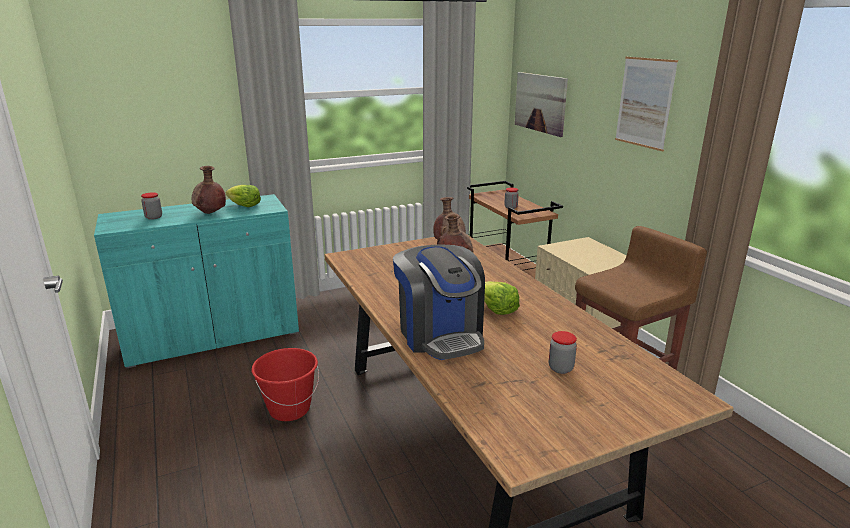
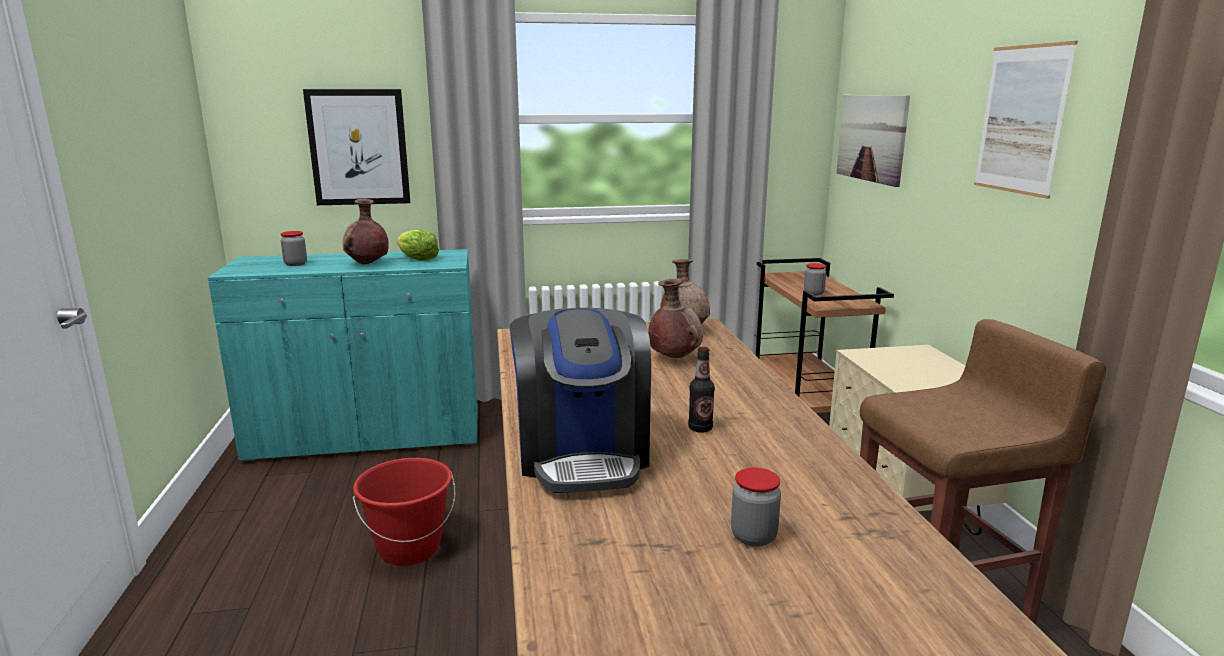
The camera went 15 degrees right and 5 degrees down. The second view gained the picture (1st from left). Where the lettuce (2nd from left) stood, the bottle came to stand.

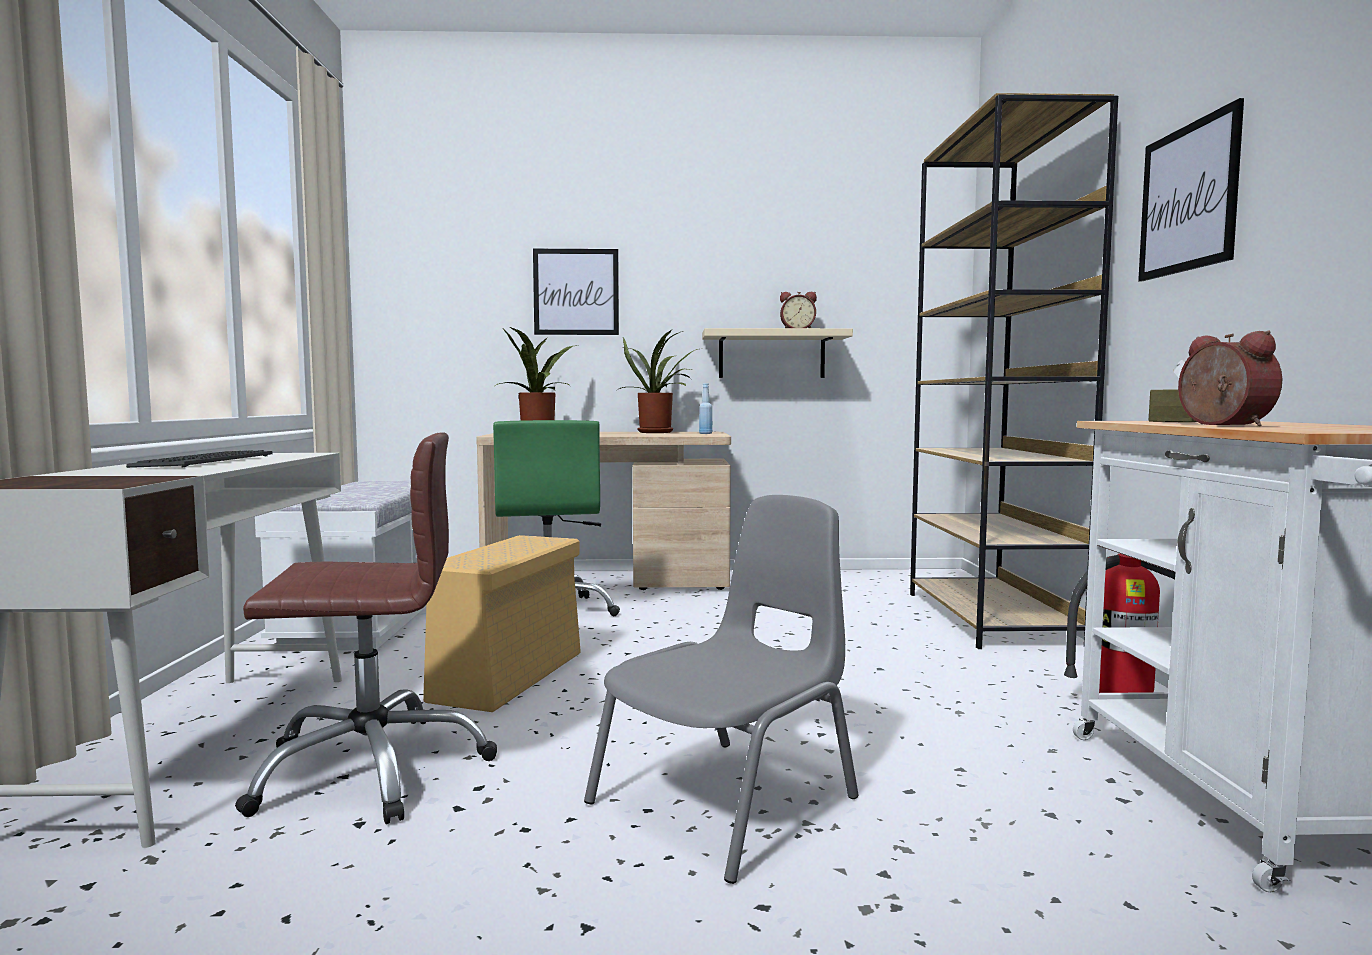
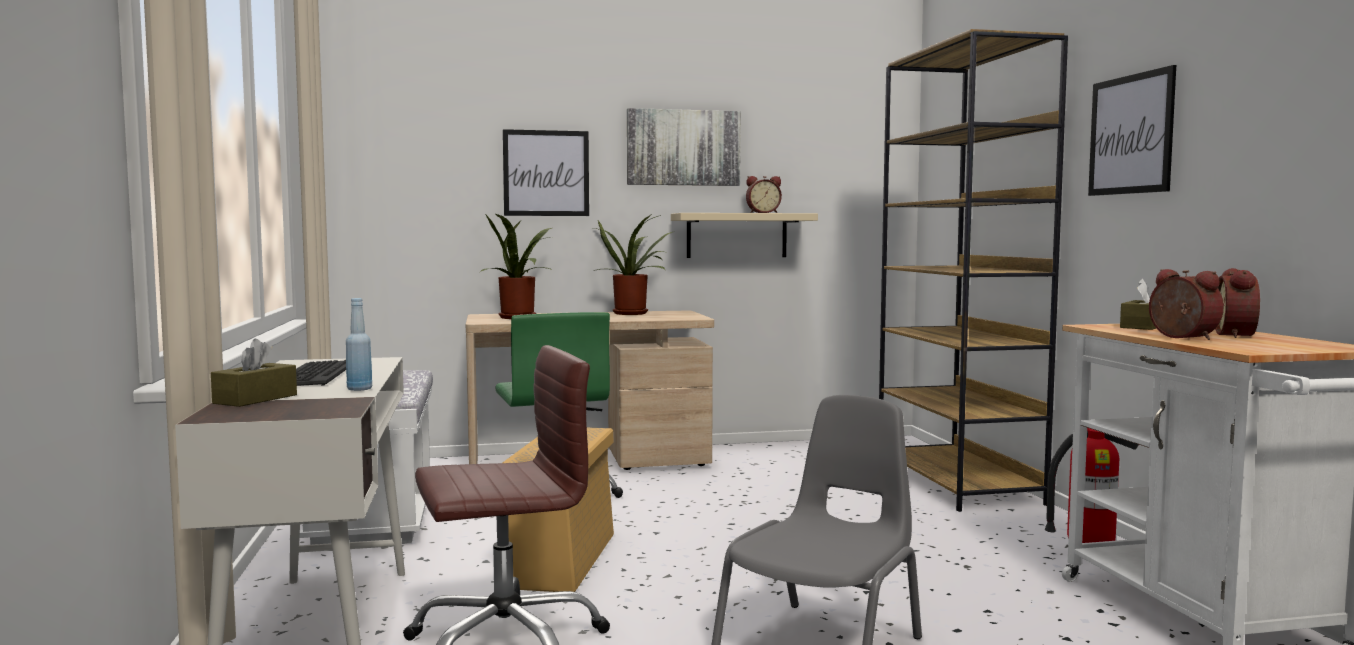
The camera went 10 degrees left and 0 degrees up. The second view gained the tissue box (brown) (1st from left). The bottle (blue) ended up elsewhere. The second view gained the picture (2nd from left). The second view gained the alarm clock (3rd from left).

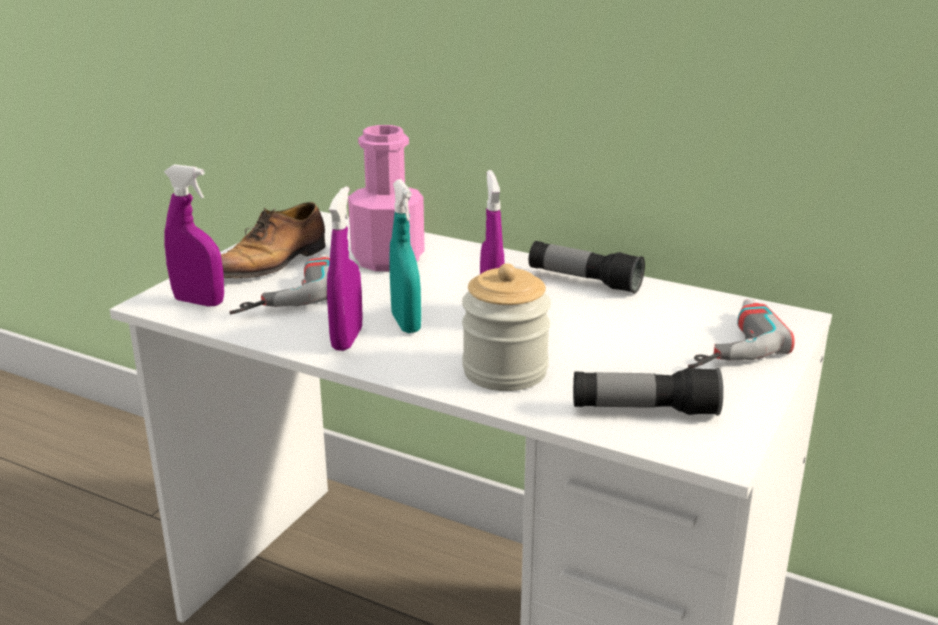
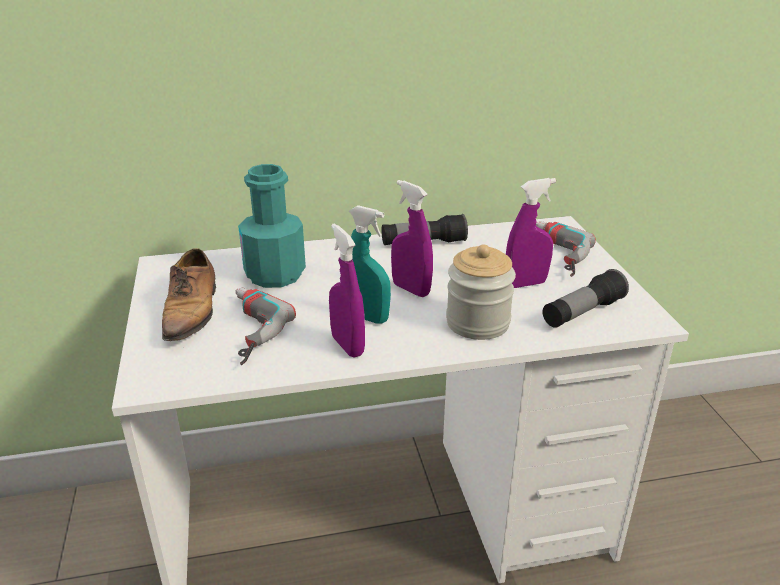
The camera went 40 degrees left and 5 degrees up. What was the bottle (pink) turned into the bottle (turquoise). The spray bottle (purple) (1st from left in the first image) ended up elsewhere.

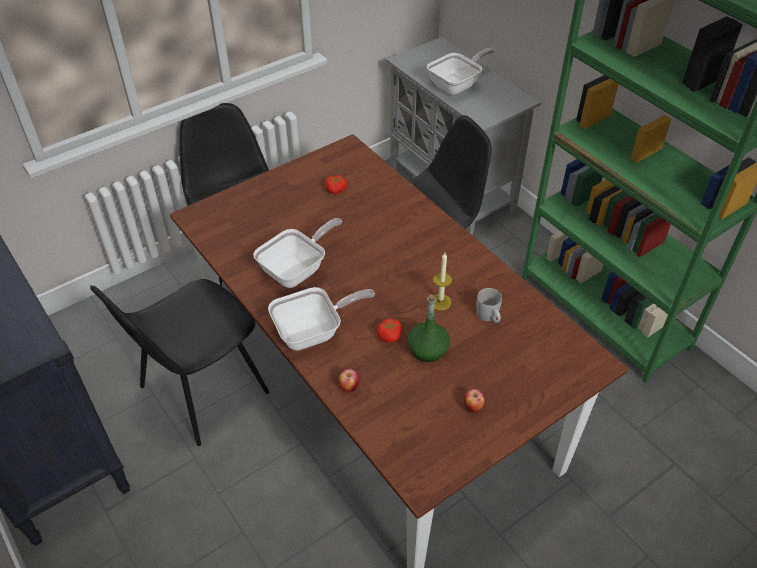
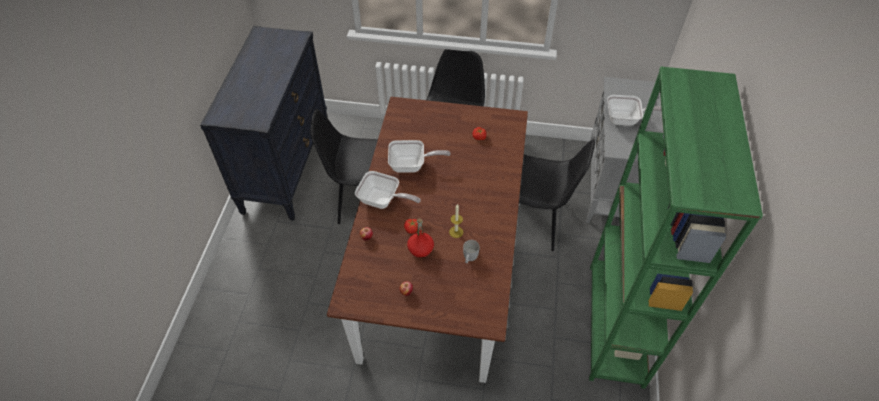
The camera went 45 degrees right and 5 degrees up. What was the bottle (green) turned into the bottle (red).

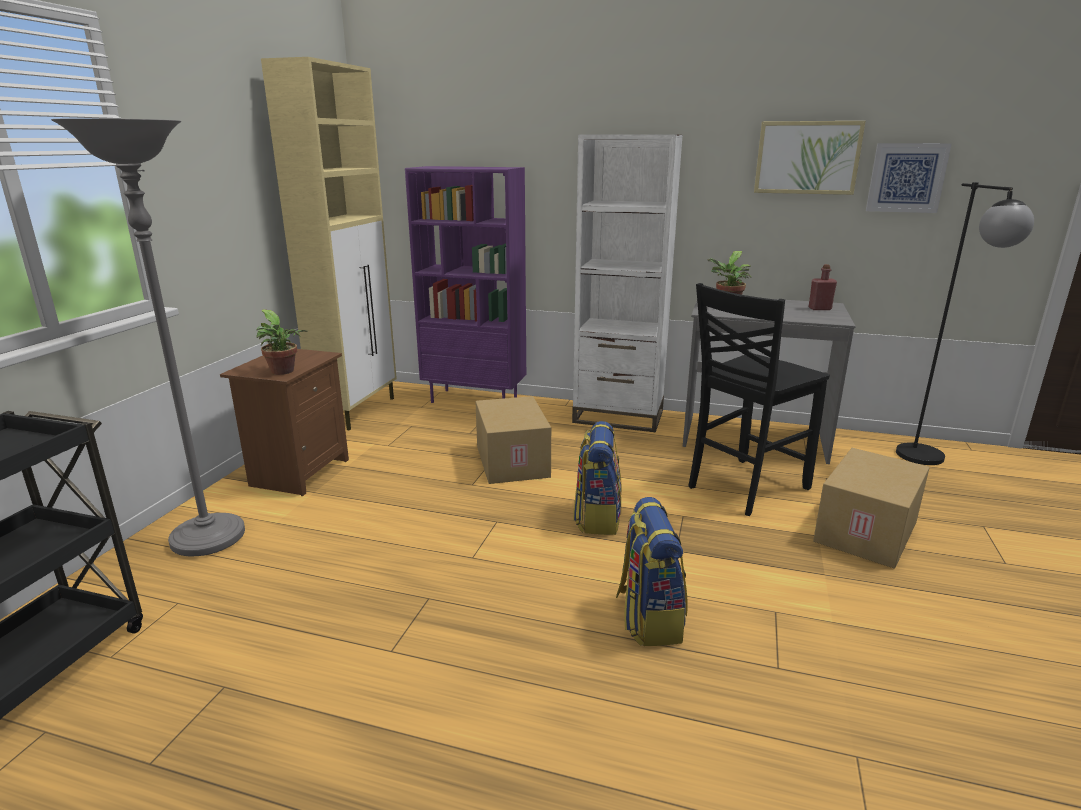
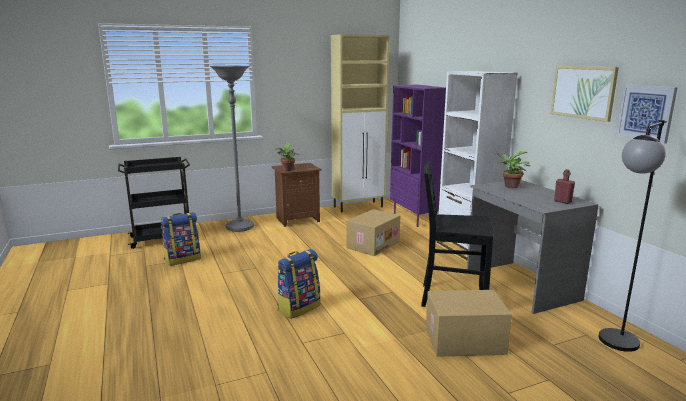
The camera went 50 degrees right and 5 degrees down. The backpack (1st from left) ended up elsewhere.

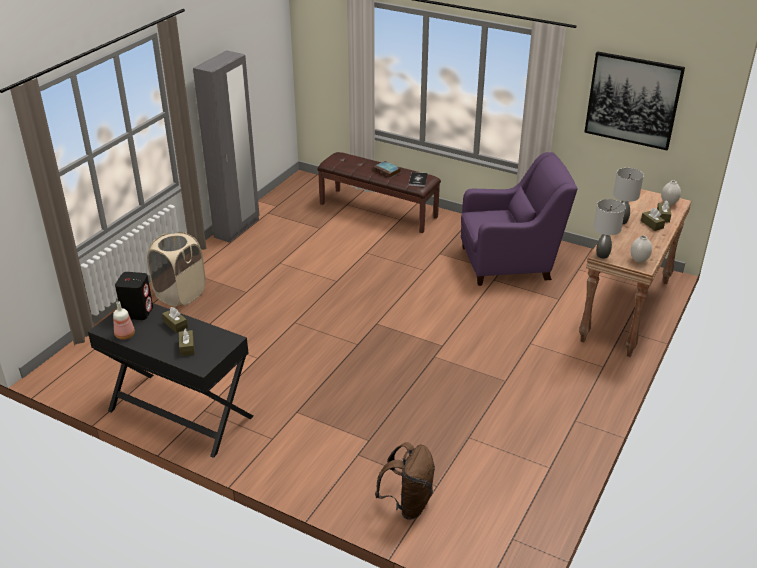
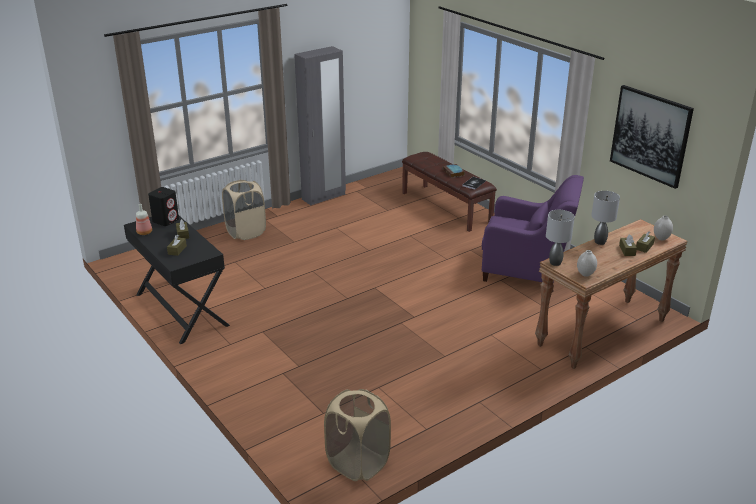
The camera went 25 degrees right and 5 degrees down. The second view gained the laundry basket (beige) (2nd from left). The second view lost the backpack (brown).

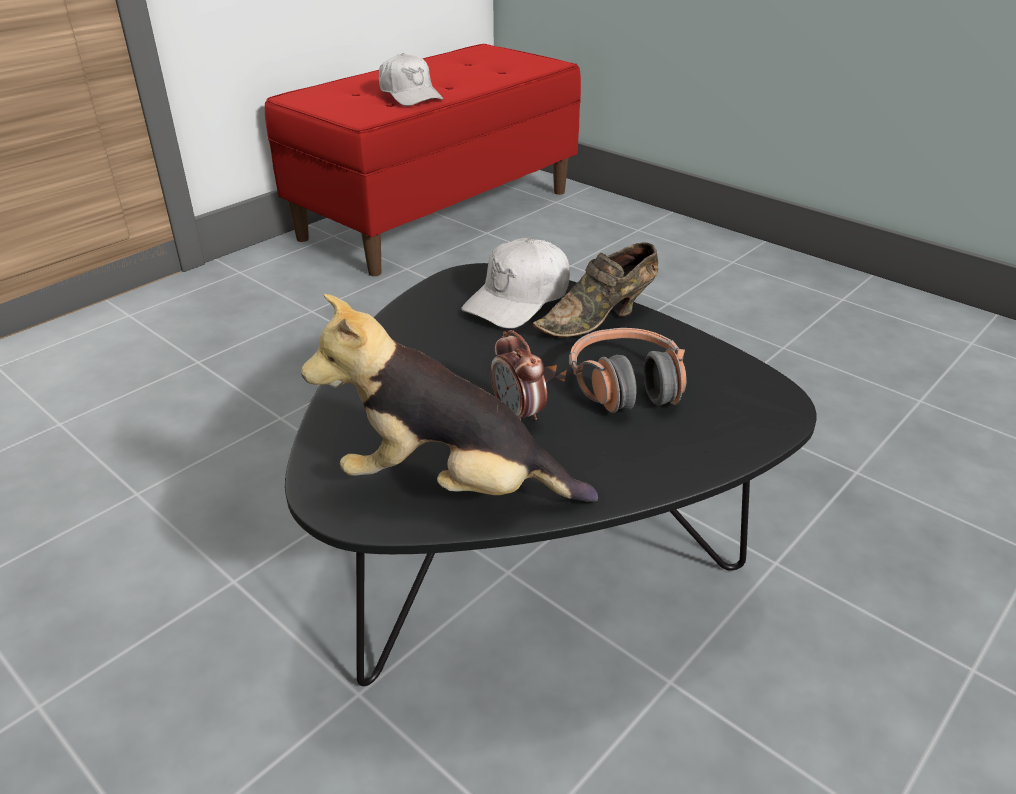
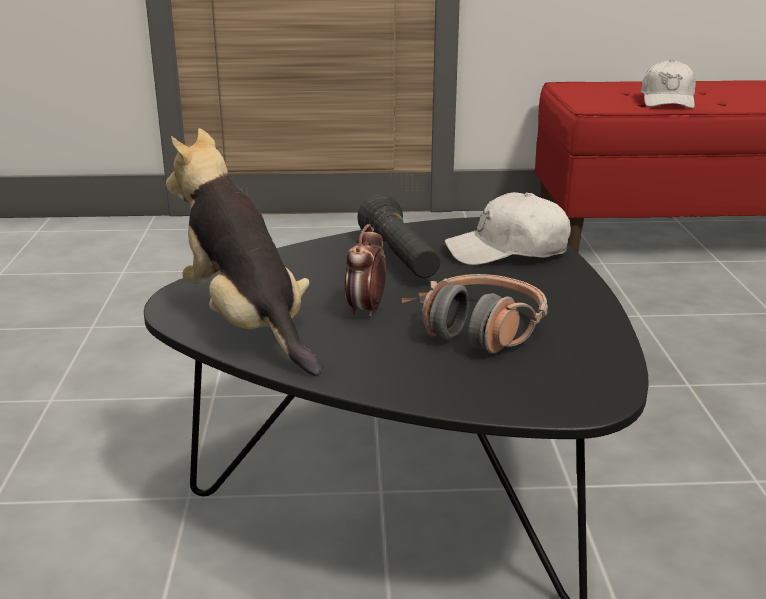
The camera went 45 degrees right and 10 degrees down. The second view gained the flashlight (black). The second view lost the shoe (brown).

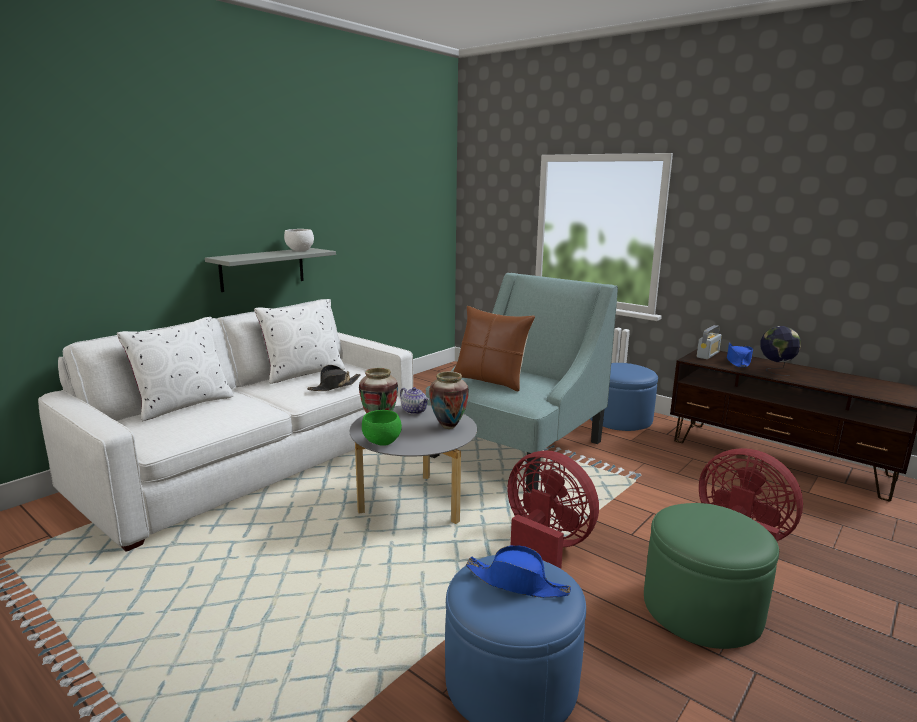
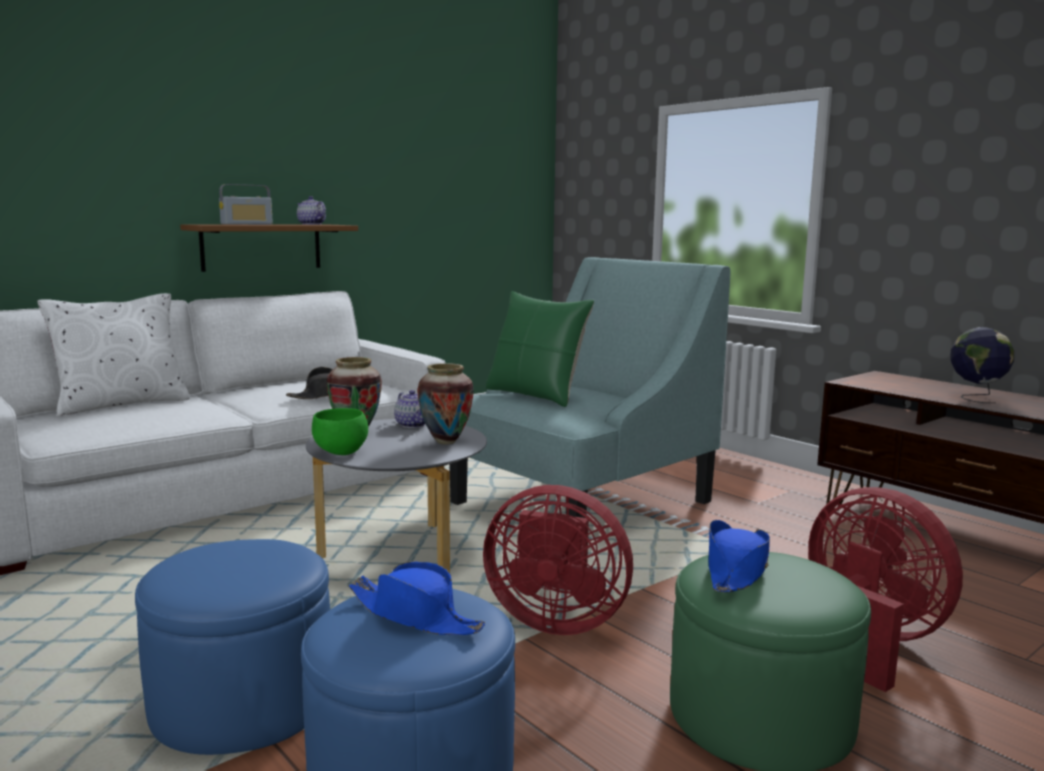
The camera went 10 degrees right and 5 degrees down. The ottoman (blue) (2nd from left in the first image) ended up elsewhere. What was the shelf (grey) turned into the shelf (brown). The radio ended up elsewhere. Where the bowl (white) stood, the teapot (1st from left) came to stand. The fan (red) (1st from left) ended up facing another way, 150 degrees clockwise from before. What was the pillow (brown) turned into the pillow (green). The hat (blue) (2nd from left) ended up elsewhere. The second view lost the pillow (white) (2nd from left).

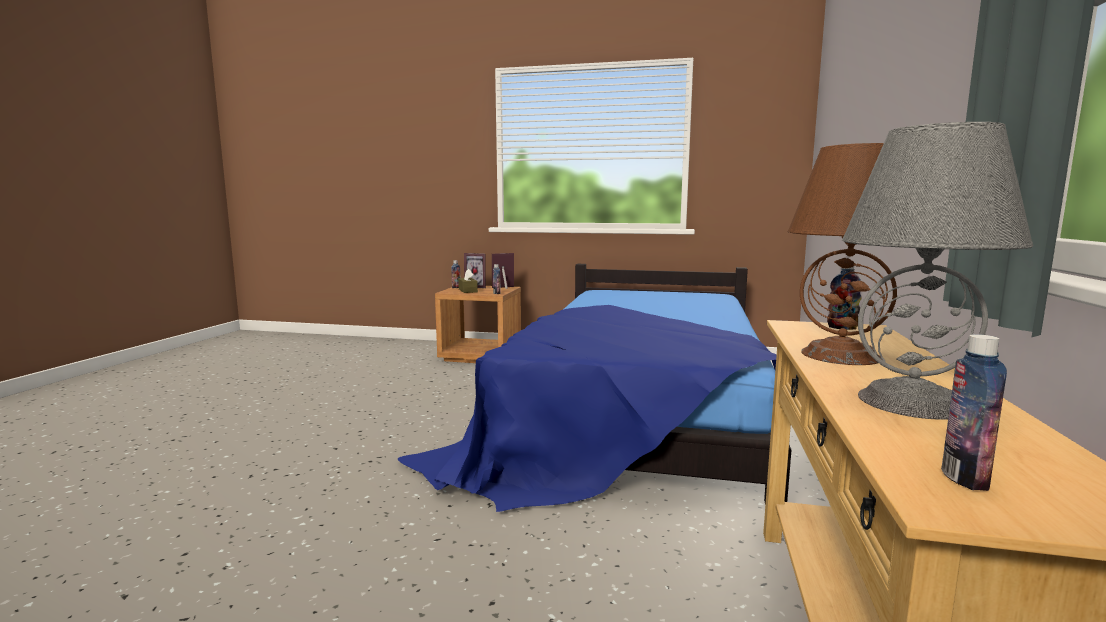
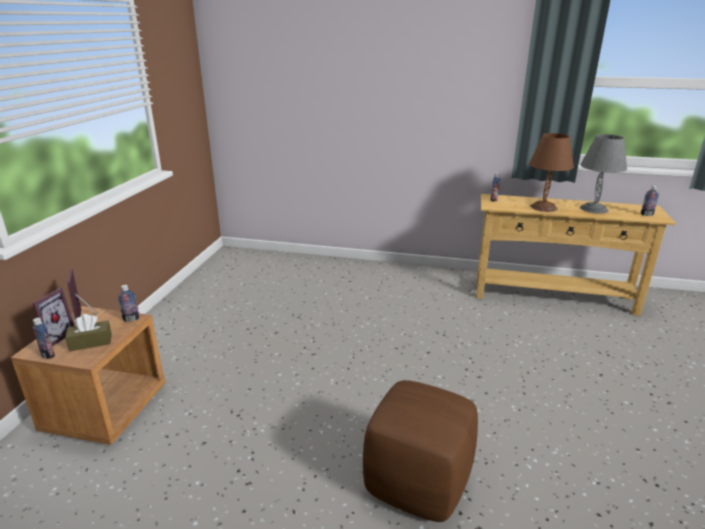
The camera went 90 degrees left and 15 degrees up. The second view gained the ottoman (brown). The second view lost the bed.

